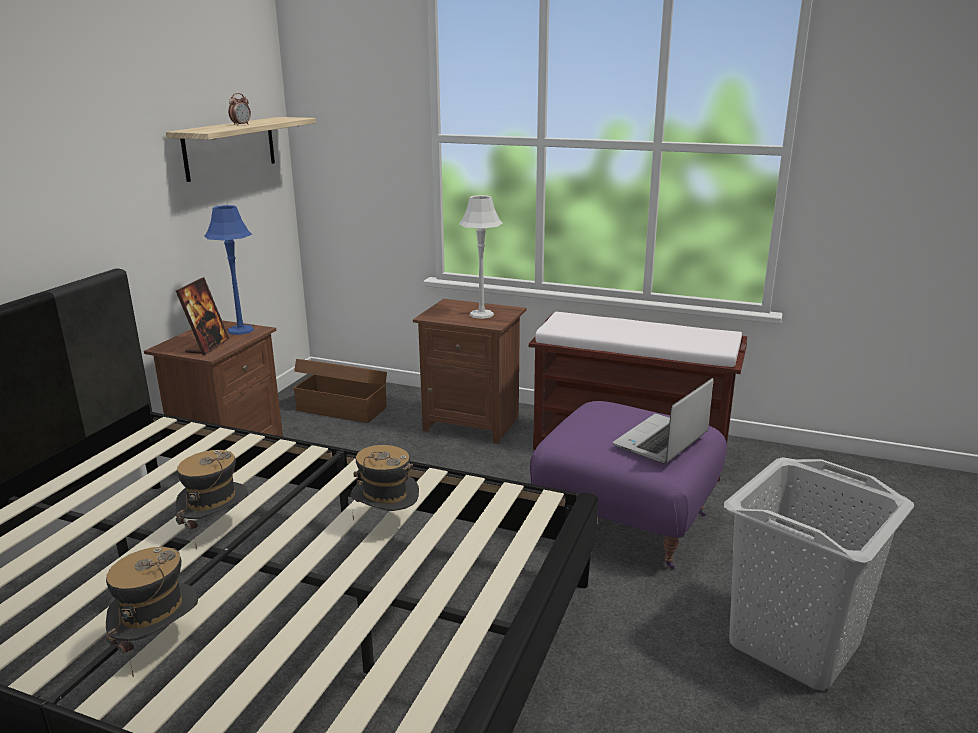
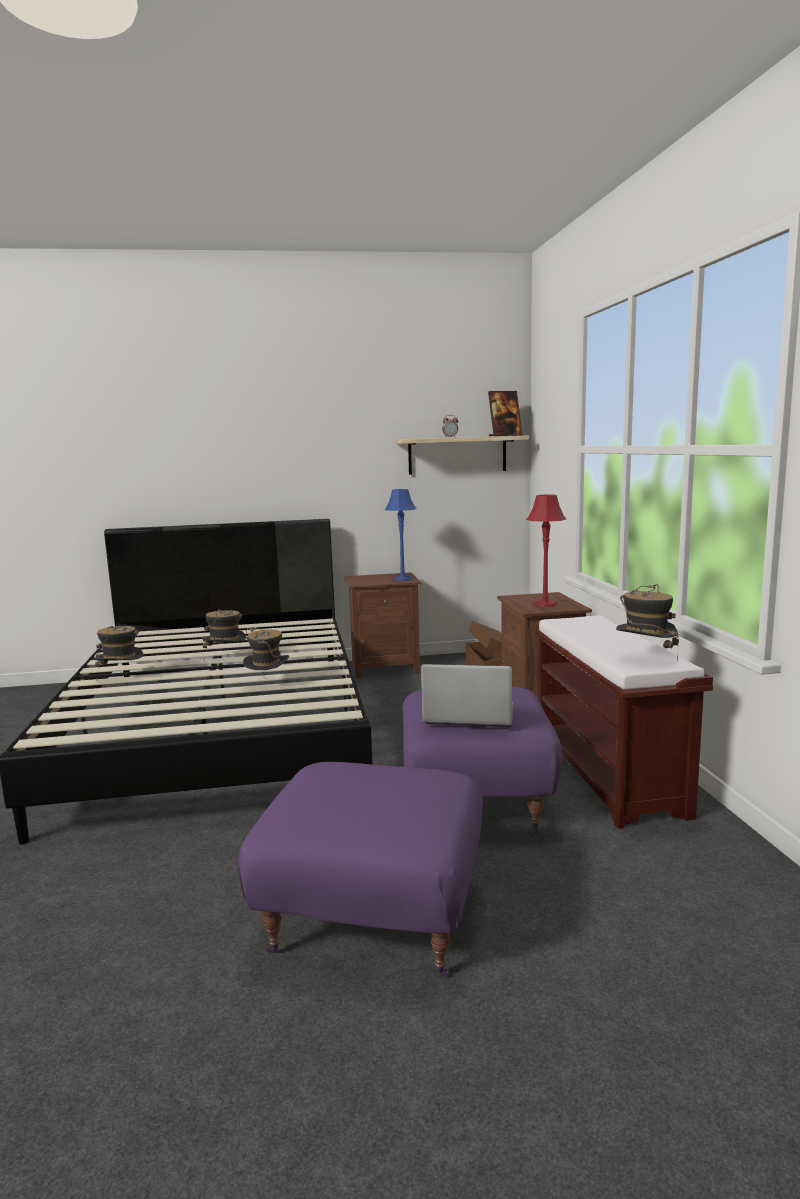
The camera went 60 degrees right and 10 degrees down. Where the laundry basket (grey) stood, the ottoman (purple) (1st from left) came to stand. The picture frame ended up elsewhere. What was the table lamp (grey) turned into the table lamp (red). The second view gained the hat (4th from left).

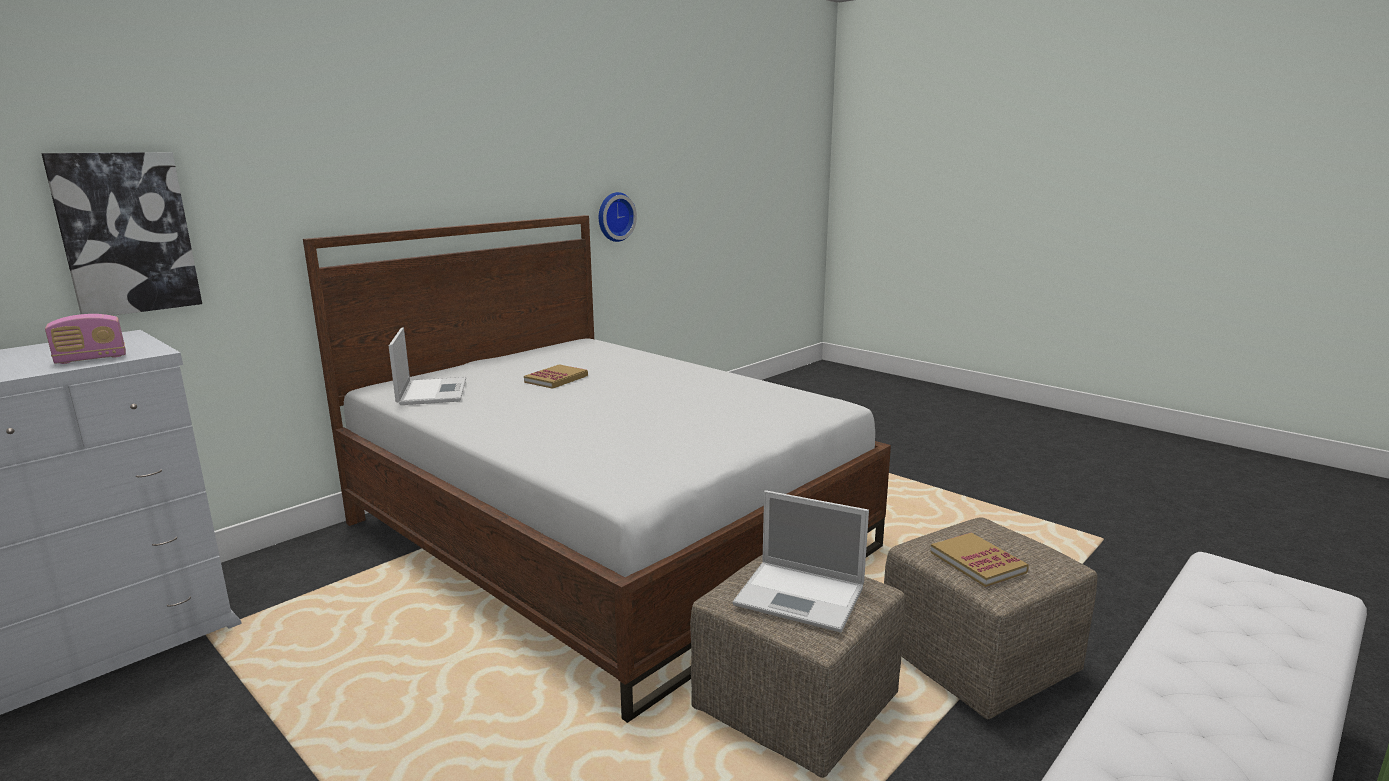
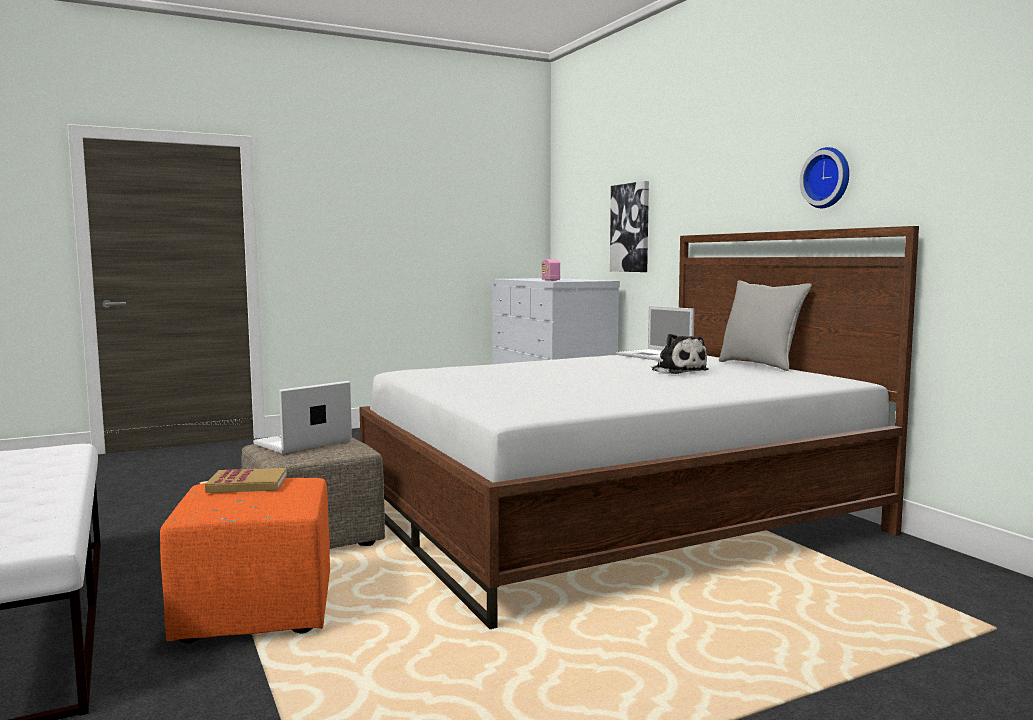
The camera went 110 degrees right and 10 degrees down. What was the ottoman (beige) (2nd from left) turned into the ottoman (orange). The laptop (1st from left in the first image) ended up facing another way, 45 degrees clockwise from before. Where the book (1st from left) stood, the plush toy came to stand. The second view gained the pillow (grey). The wall clock ended up elsewhere.

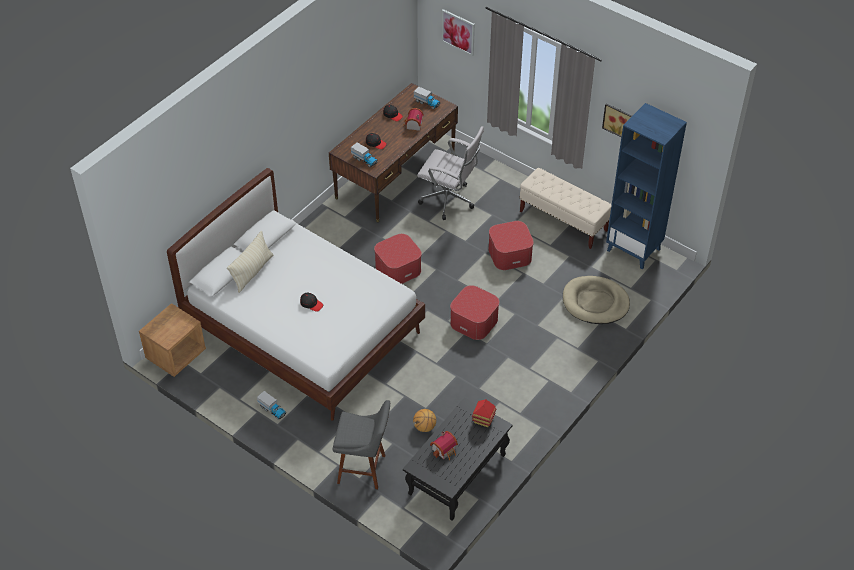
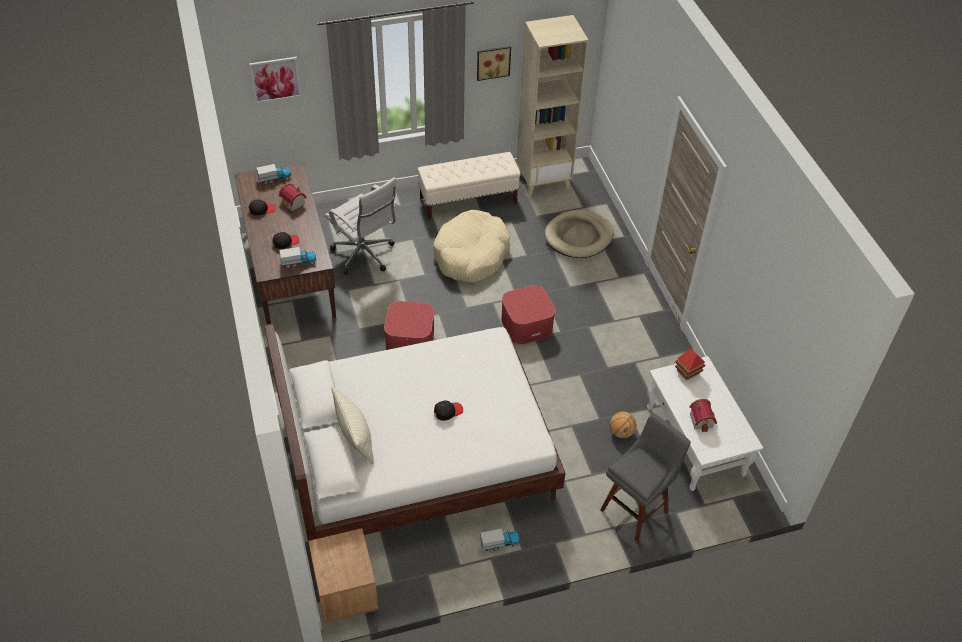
The camera went 55 degrees left and 0 degrees up. The office chair (white) ended up facing another way, 75 degrees clockwise from before. Where the ottoman (3rd from left) stood, the dog bed (beige) (1st from left) came to stand. What was the bookcase (blue) turned into the bookcase (beige). What was the coffee table (black) turned into the coffee table (white).

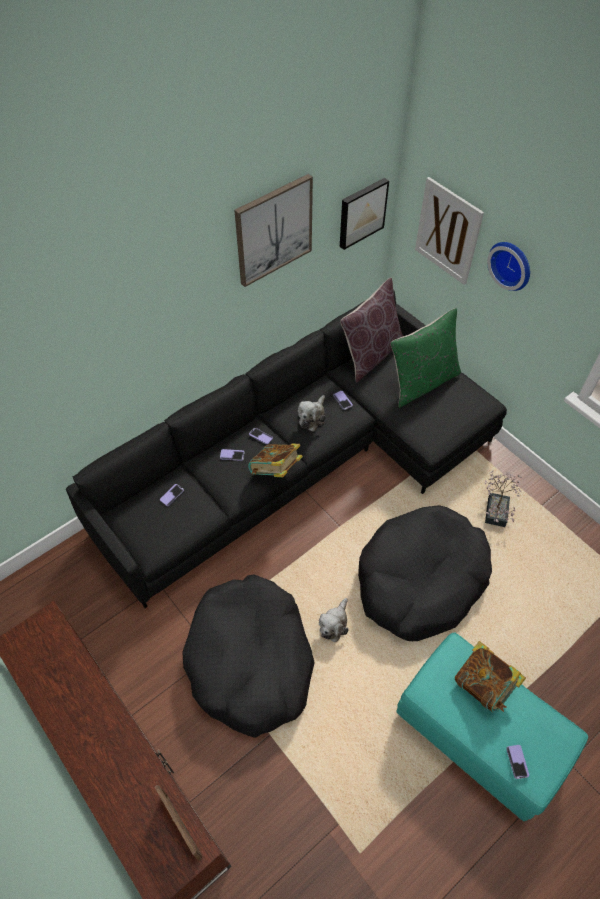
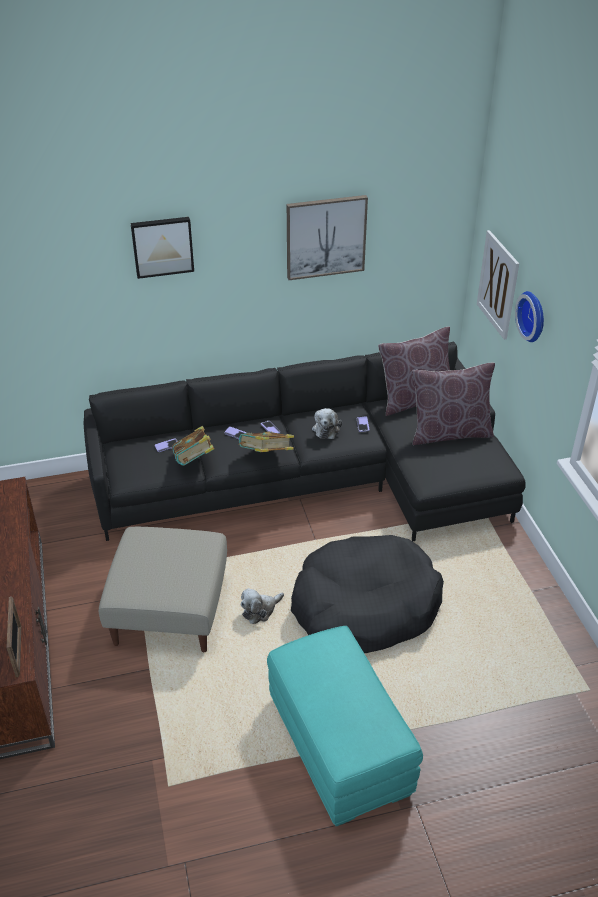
The camera went 25 degrees right and 15 degrees down. Where the dog bed (black) (1st from left) stood, the ottoman (beige) came to stand. The picture (2nd from left in the first image) ended up elsewhere. The book (2nd from left in the first image) ended up elsewhere. The plush toy (1st from left in the first image) ended up facing another way, 45 degrees counterclockwise from before. What was the pillow (green) turned into the pillow (brown) (2nd from left). The second view lost the potted plant. The second view lost the phone (5th from left).

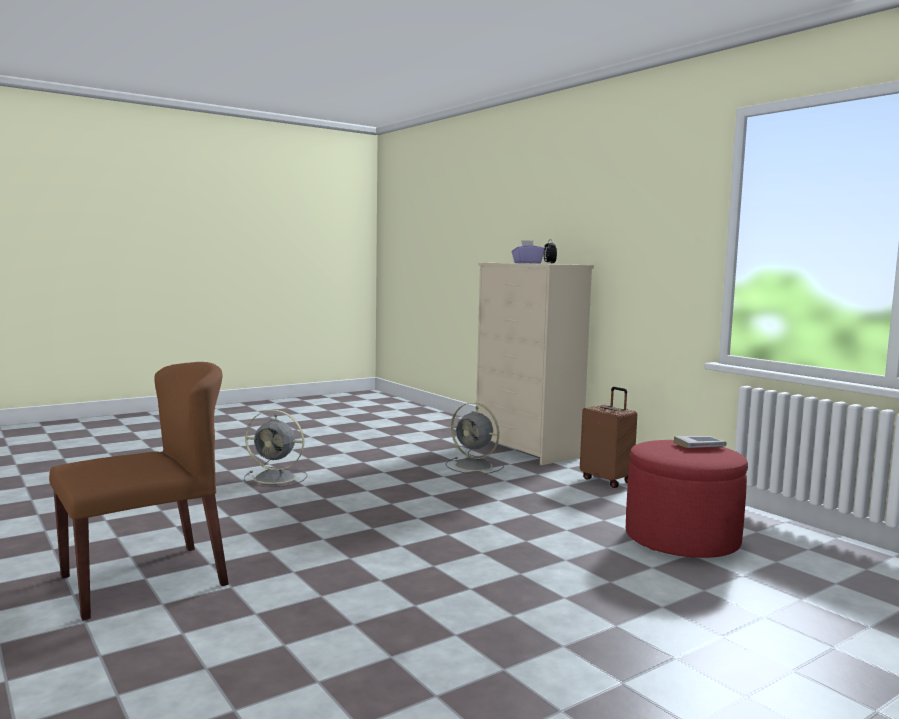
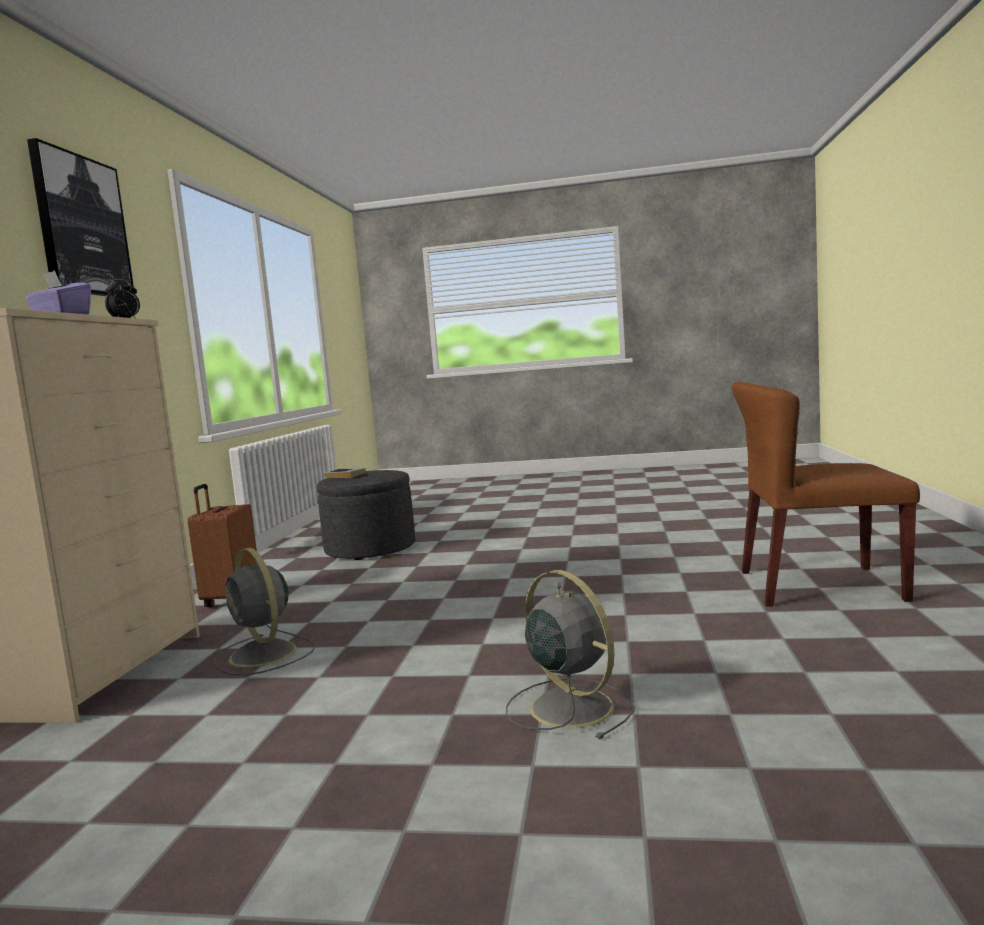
The camera went 135 degrees left and 0 degrees up. The second view gained the picture. The fan (grey) (2nd from left in the first image) ended up facing another way, 150 degrees clockwise from before. What was the ottoman (red) turned into the ottoman (grey).

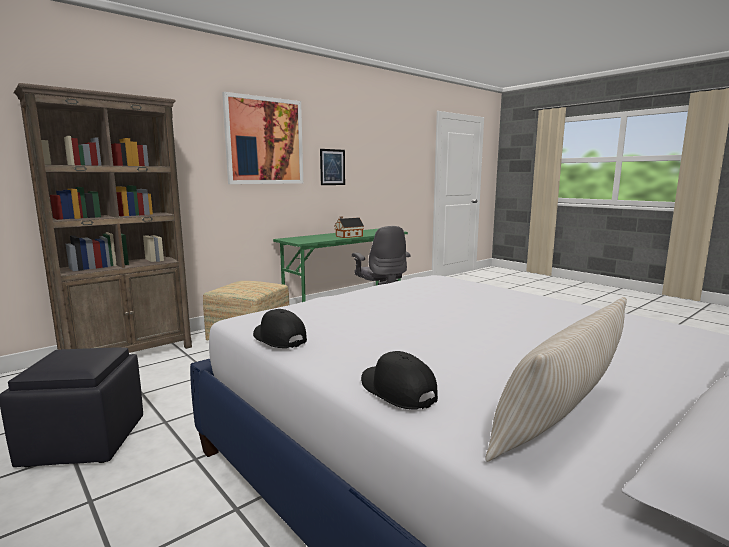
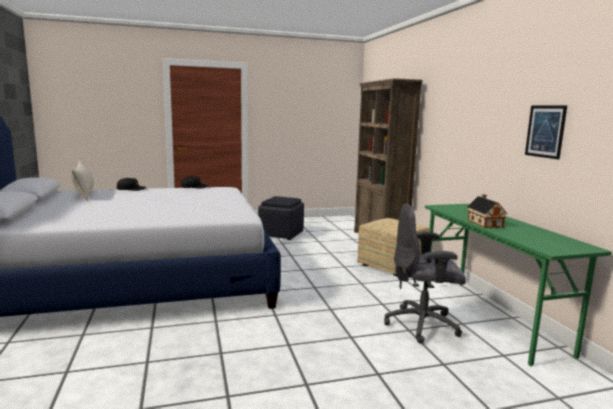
The camera went 115 degrees right and 0 degrees up. The second view lost the picture (1st from left).

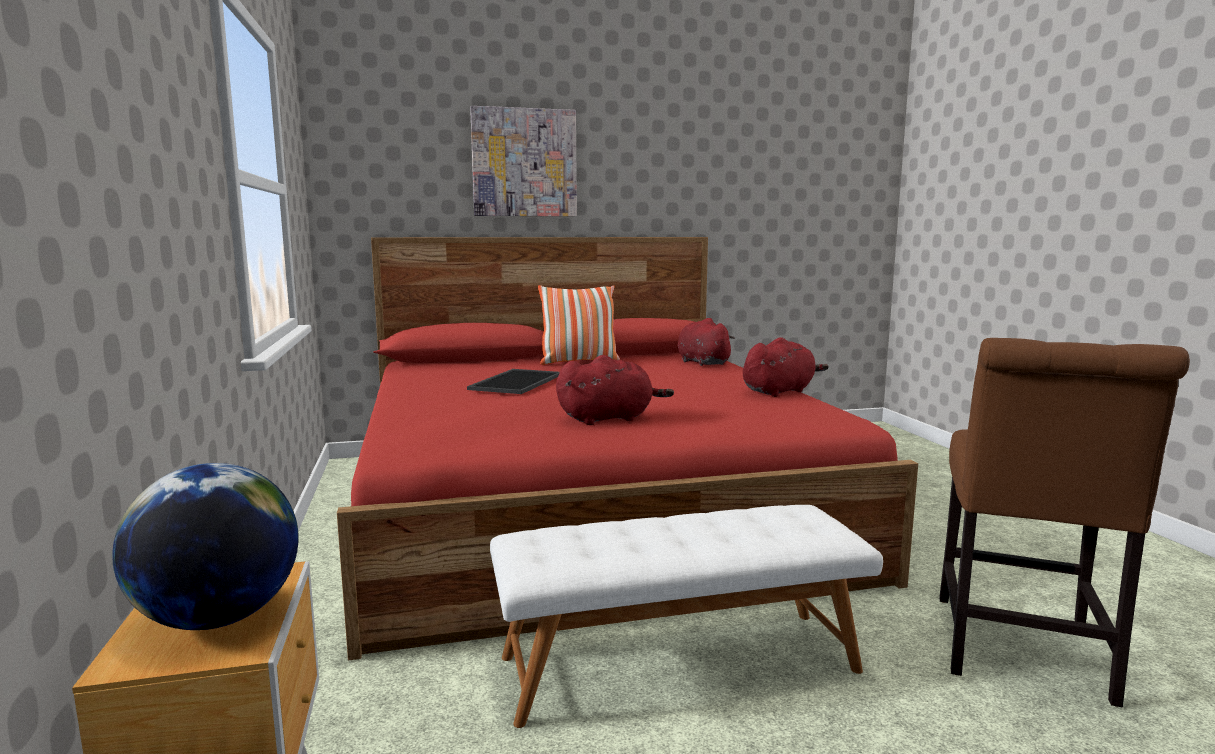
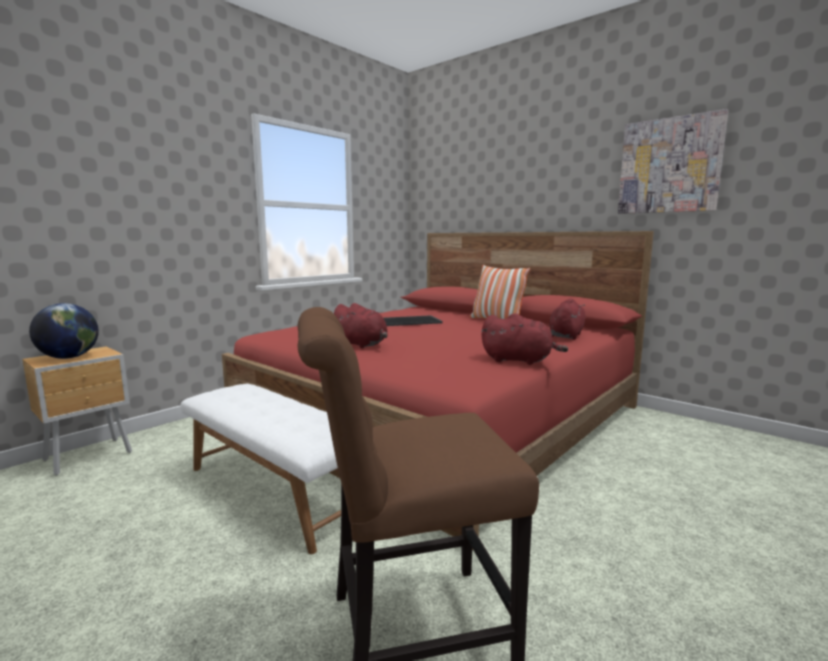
The camera went 55 degrees right and 0 degrees up. The picture ended up elsewhere.

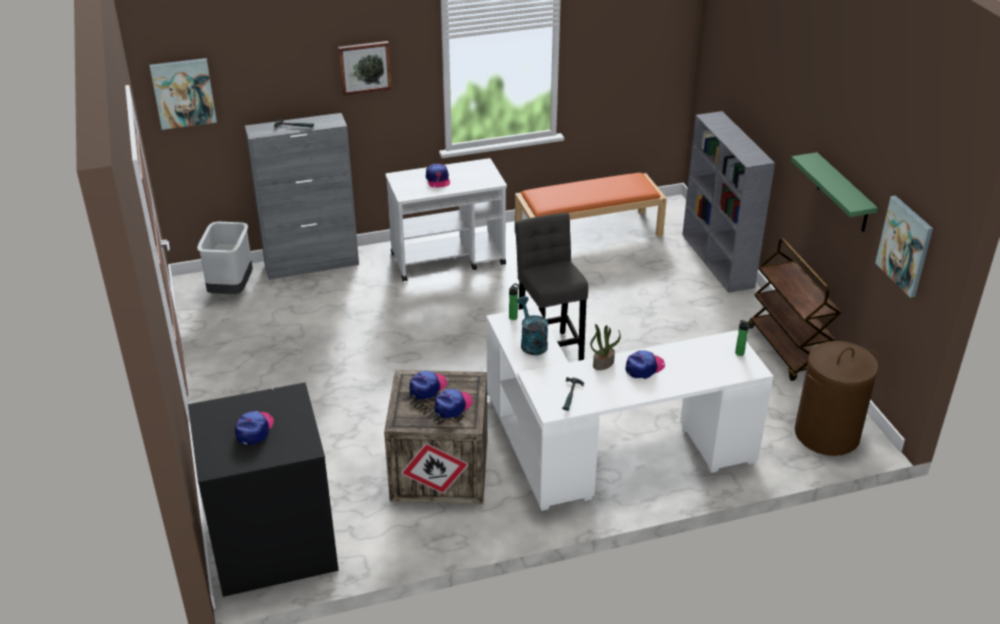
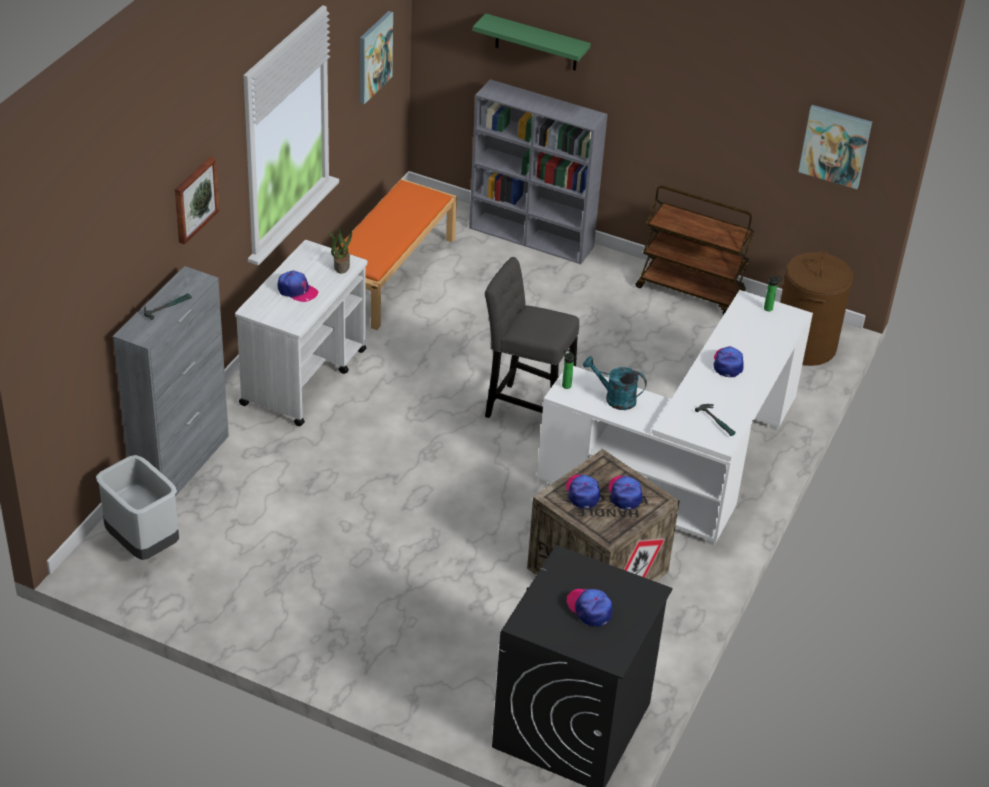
The camera went 50 degrees left and 5 degrees up. The potted plant ended up elsewhere. The picture (1st from left in the first image) ended up elsewhere. The shelf (green) ended up elsewhere.

